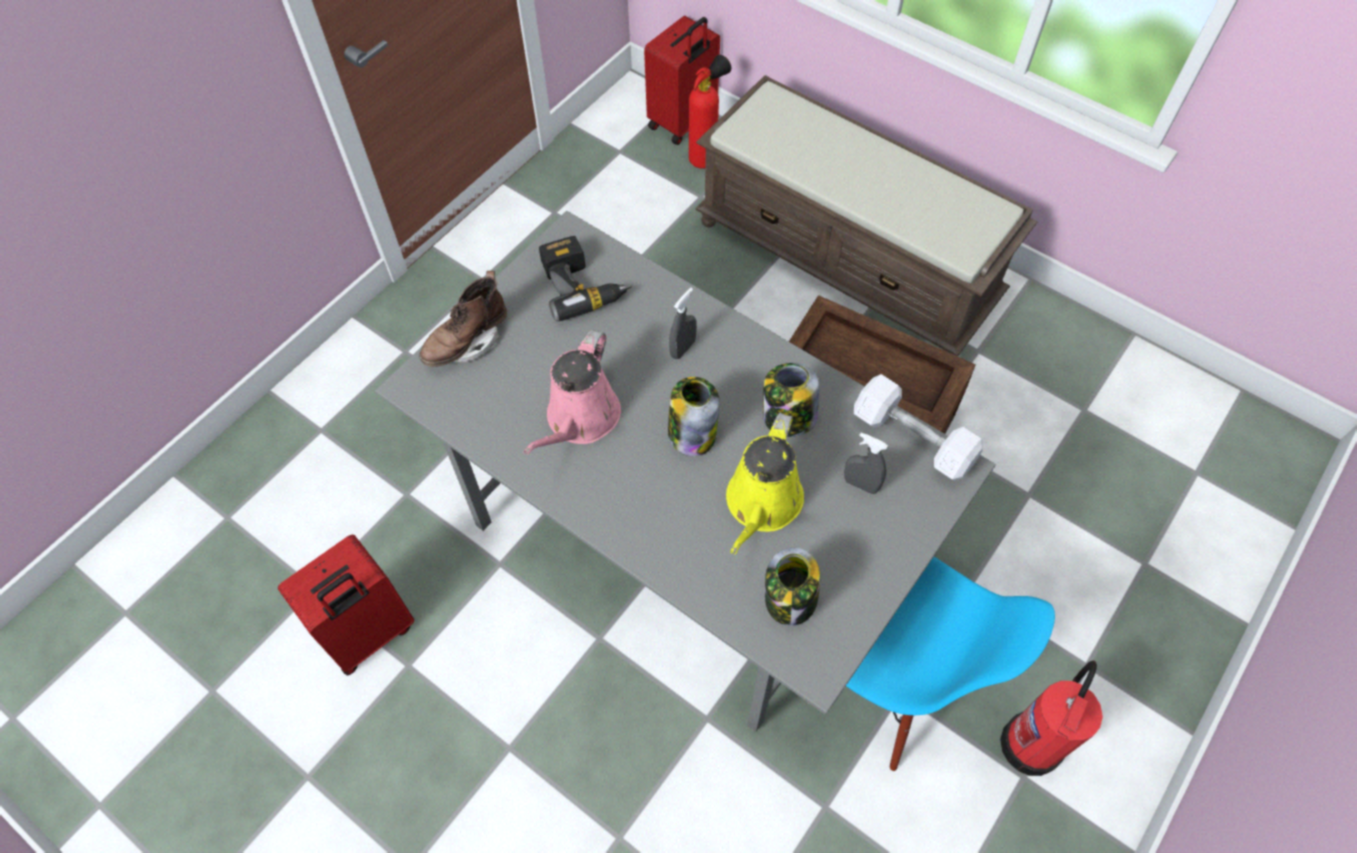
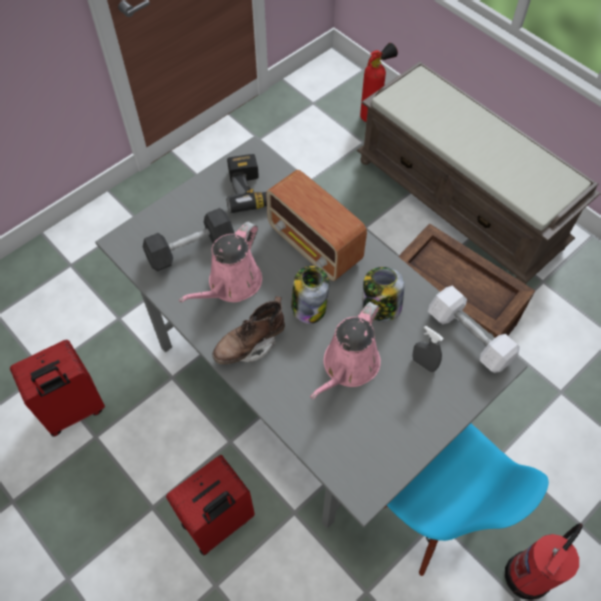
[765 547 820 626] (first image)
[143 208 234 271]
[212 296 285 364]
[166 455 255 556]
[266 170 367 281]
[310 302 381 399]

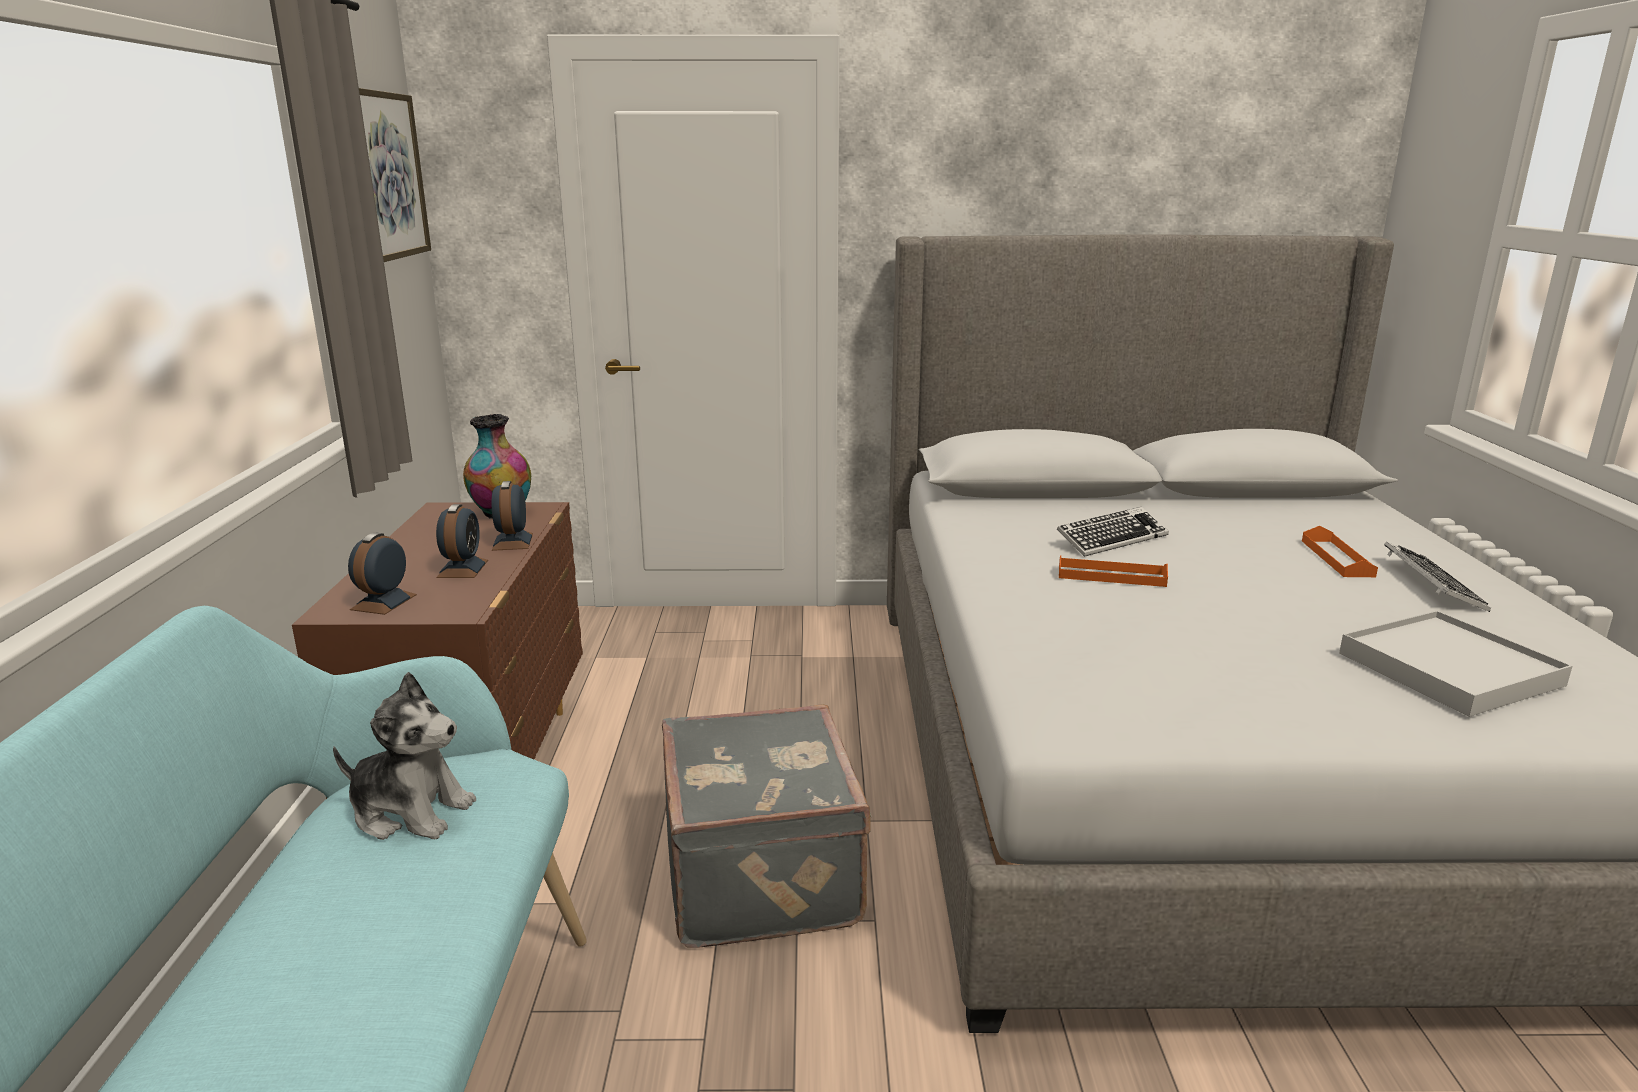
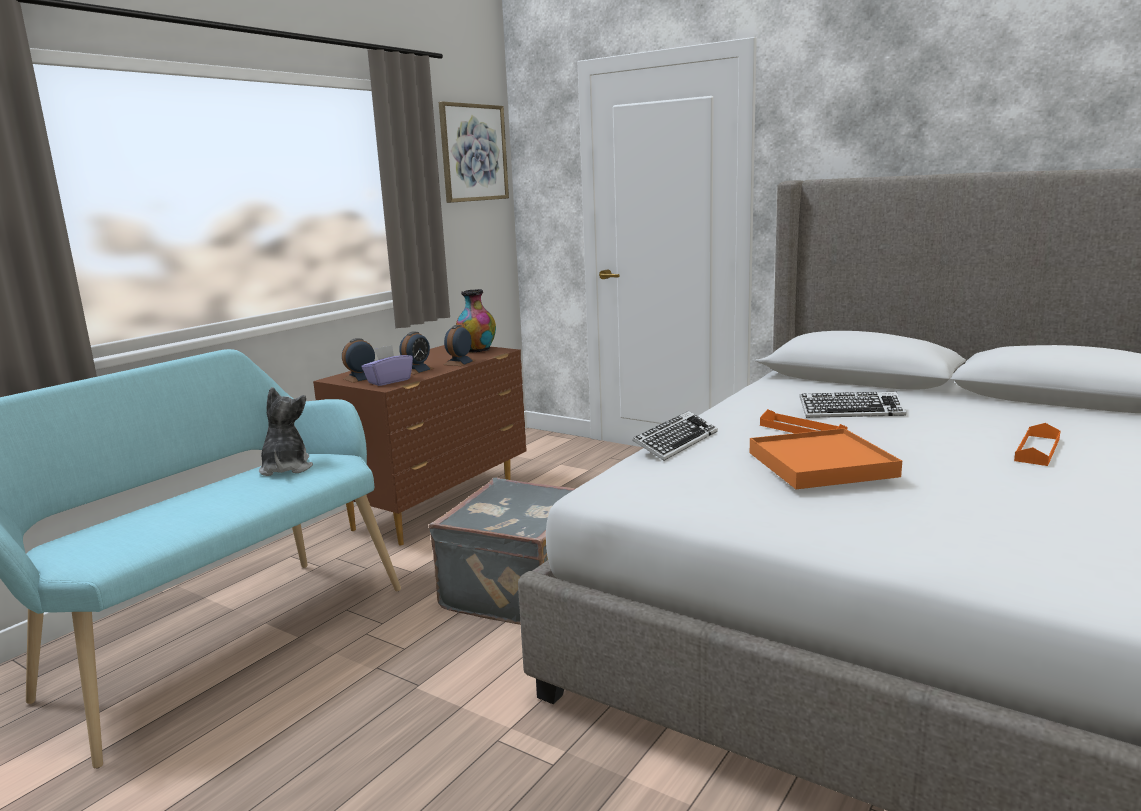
[1339 611 1573 717] (first image)
[361 345 413 386]
[750 428 902 489]
[632 411 718 461]
[259 387 313 476]

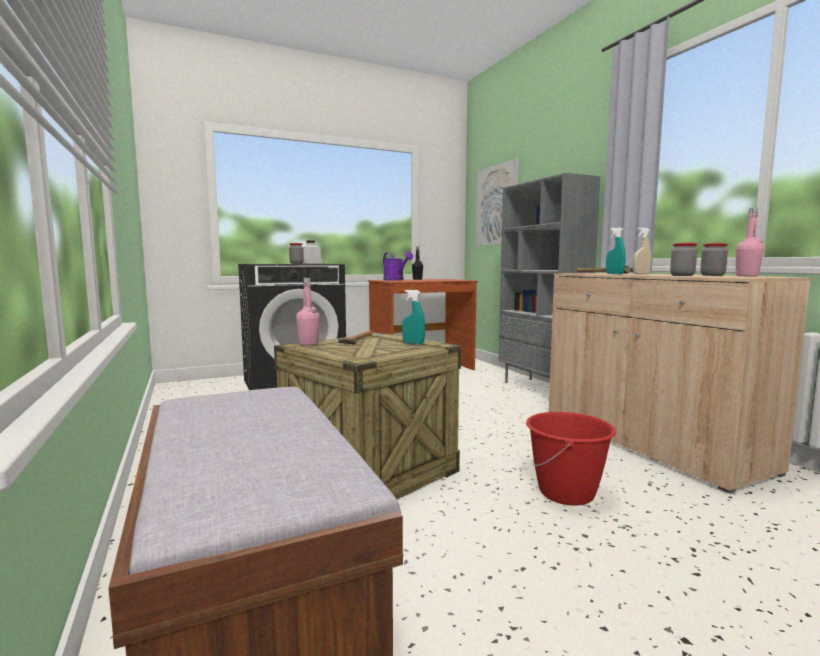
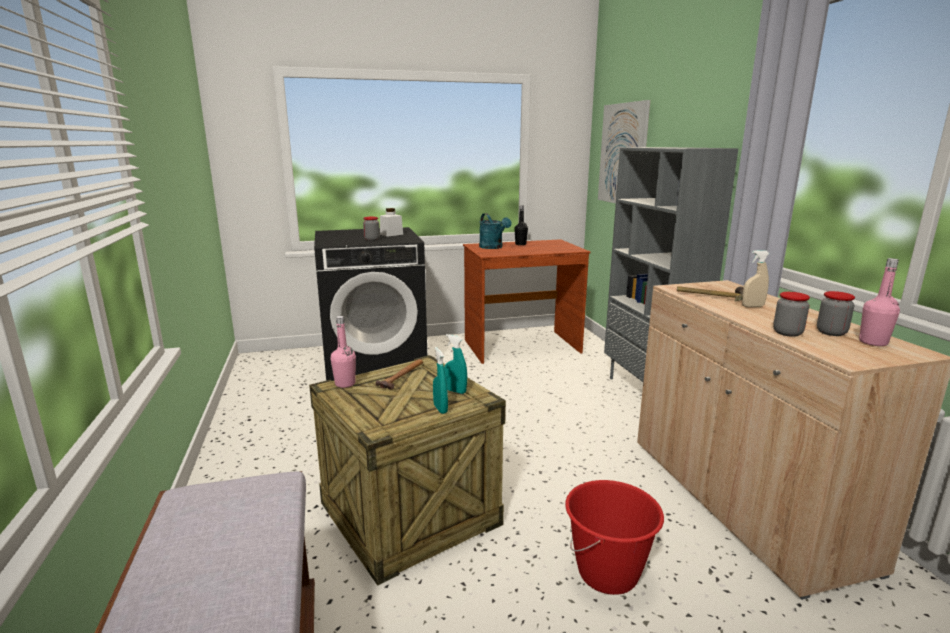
[433 347 448 414]
[479 213 511 249]

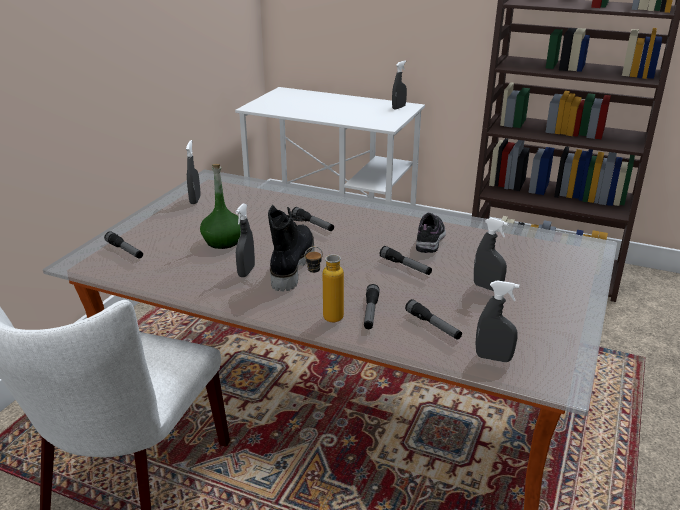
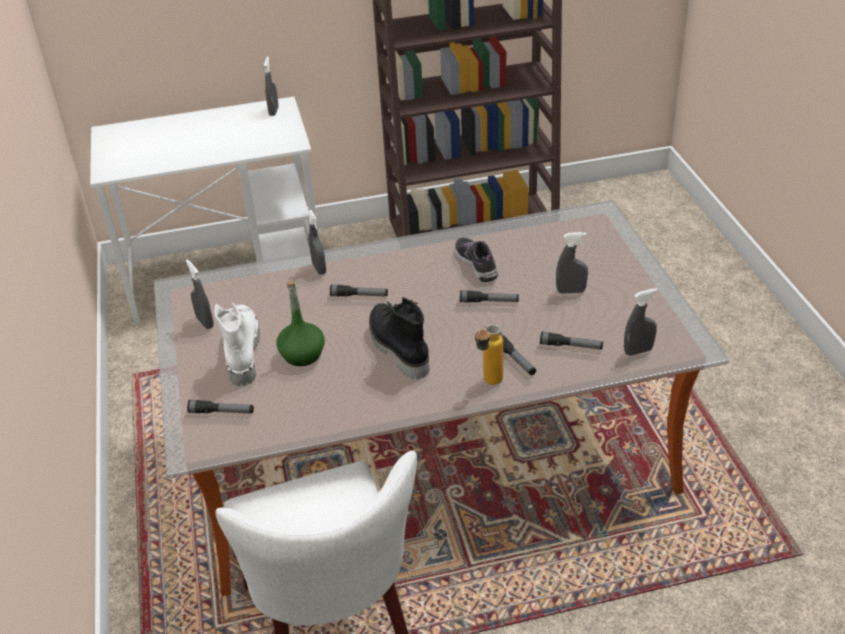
[214 303 260 386]
[308 210 326 275]

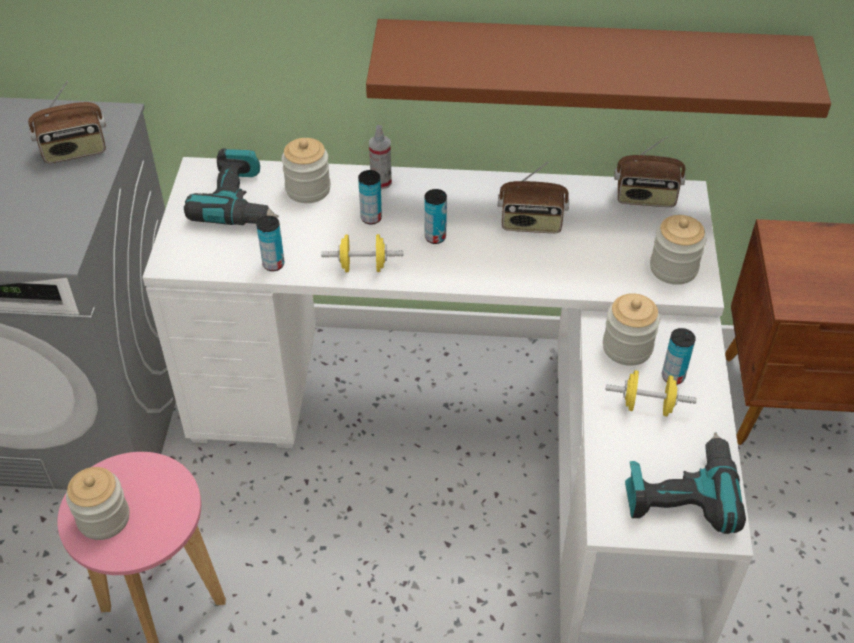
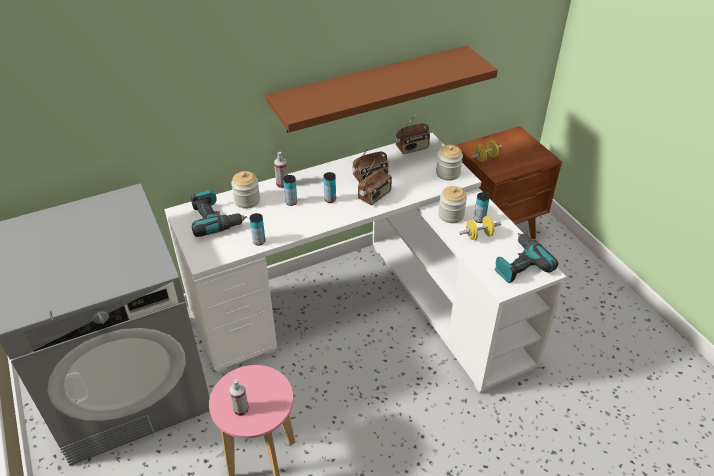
[358 160 392 205]
[471 140 502 162]
[229 379 249 416]

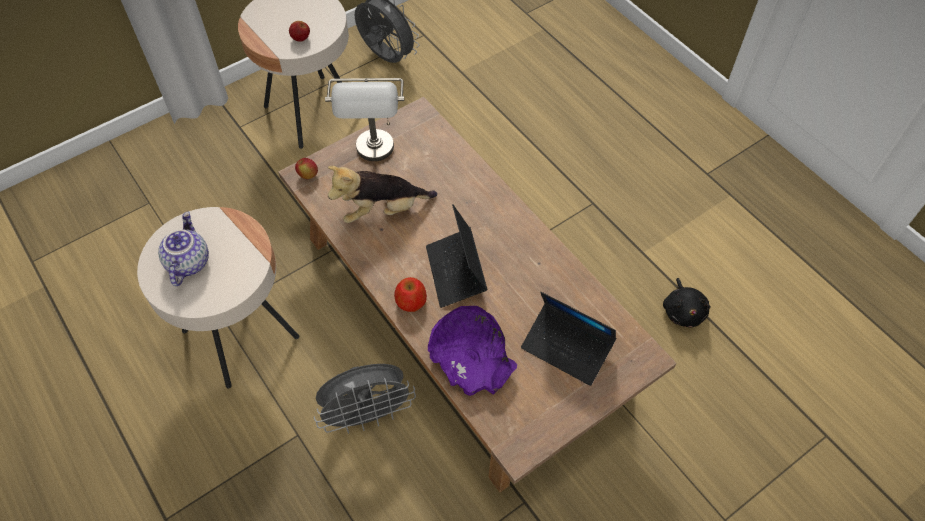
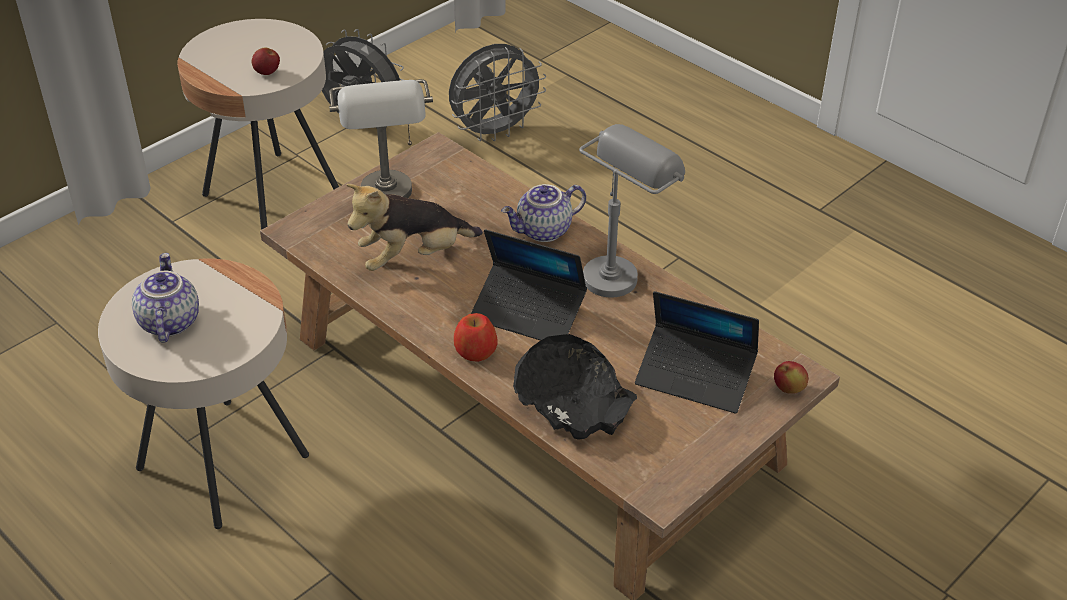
[663 278 711 327] (first image)
[501 184 586 242]
[579 124 685 298]
[774 361 808 394]
[449 44 546 141]
[513 334 637 440]
[471 229 587 341]

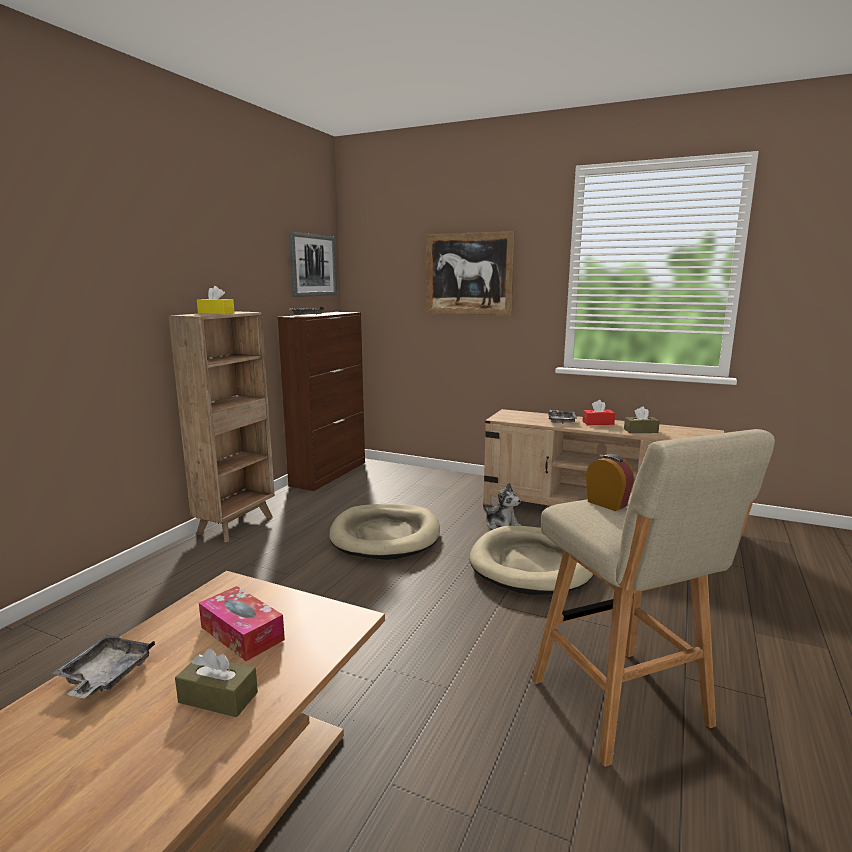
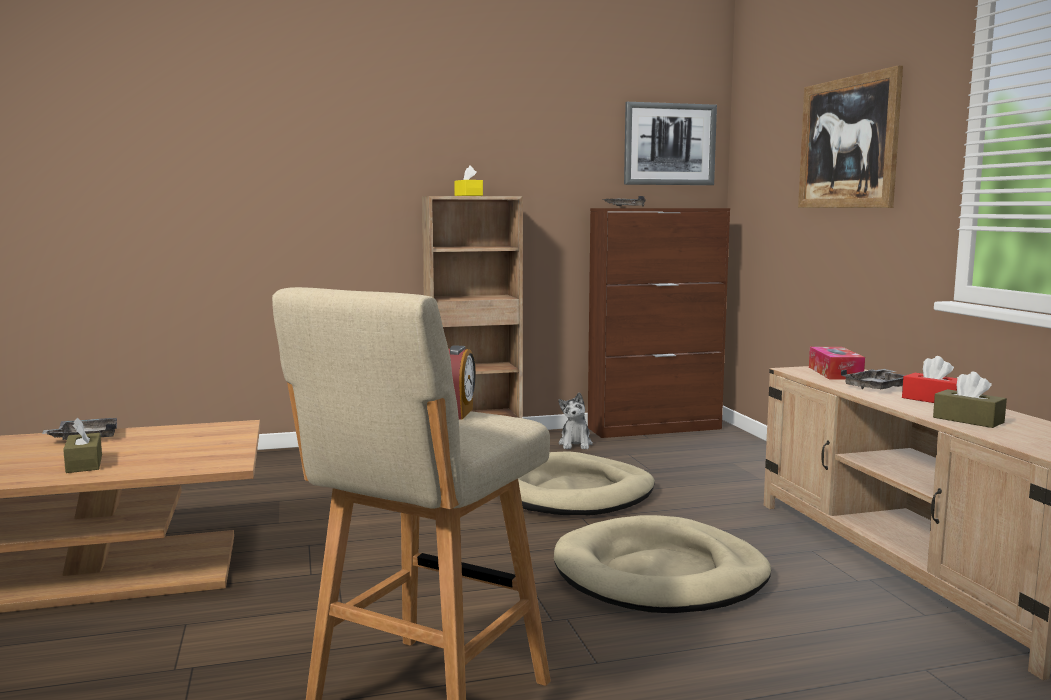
[809 347 865 379]
[558 392 593 449]

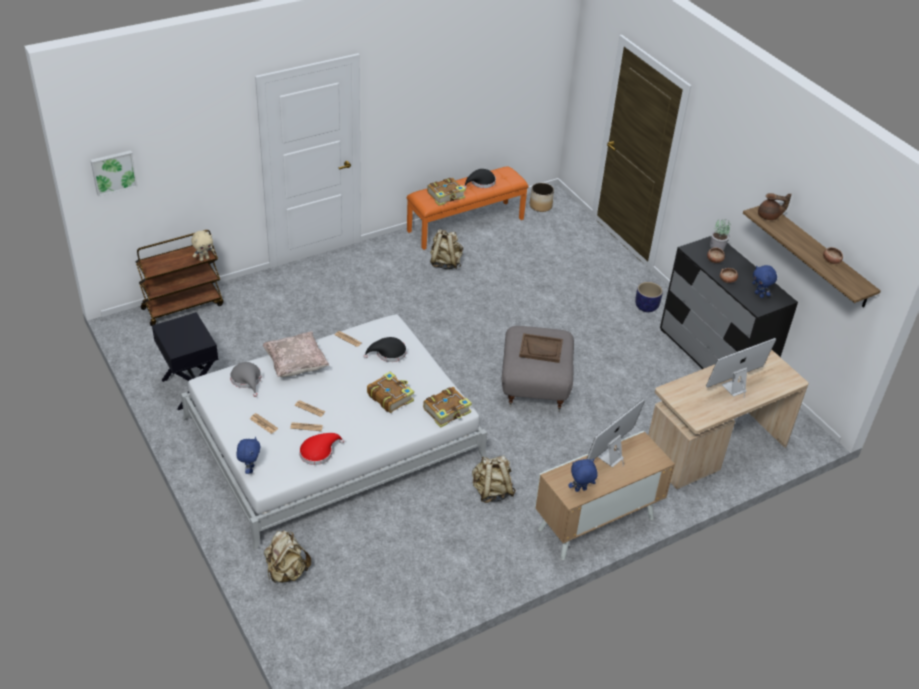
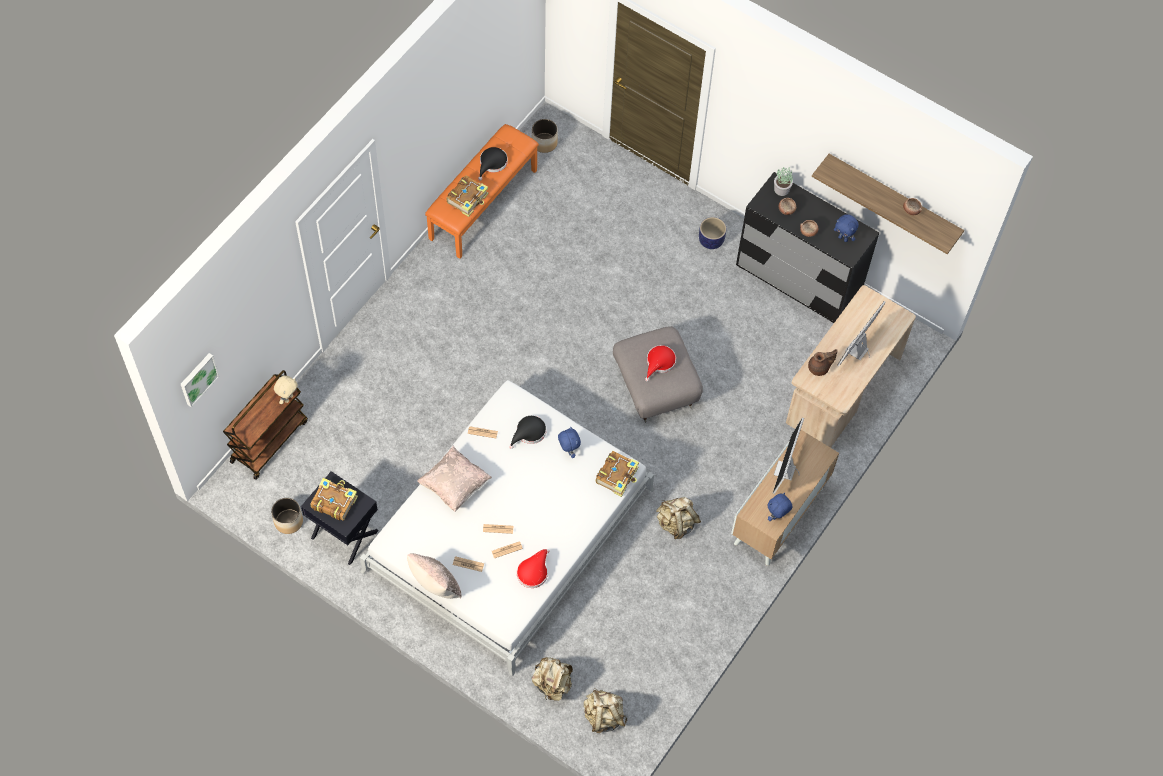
[230 362 261 397] (first image)
[271 498 303 534]
[407 553 462 599]
[558 426 581 458]
[310 478 358 521]
[584 690 627 733]
[808 349 838 376]
[645 345 676 381]

